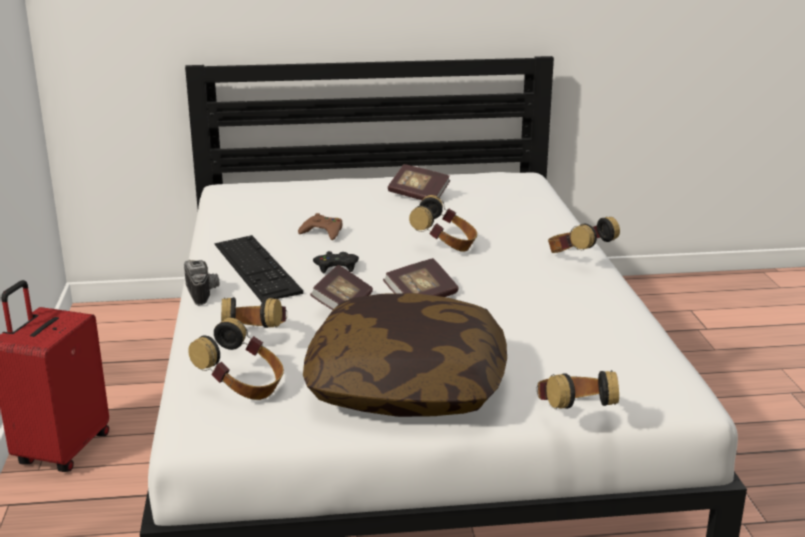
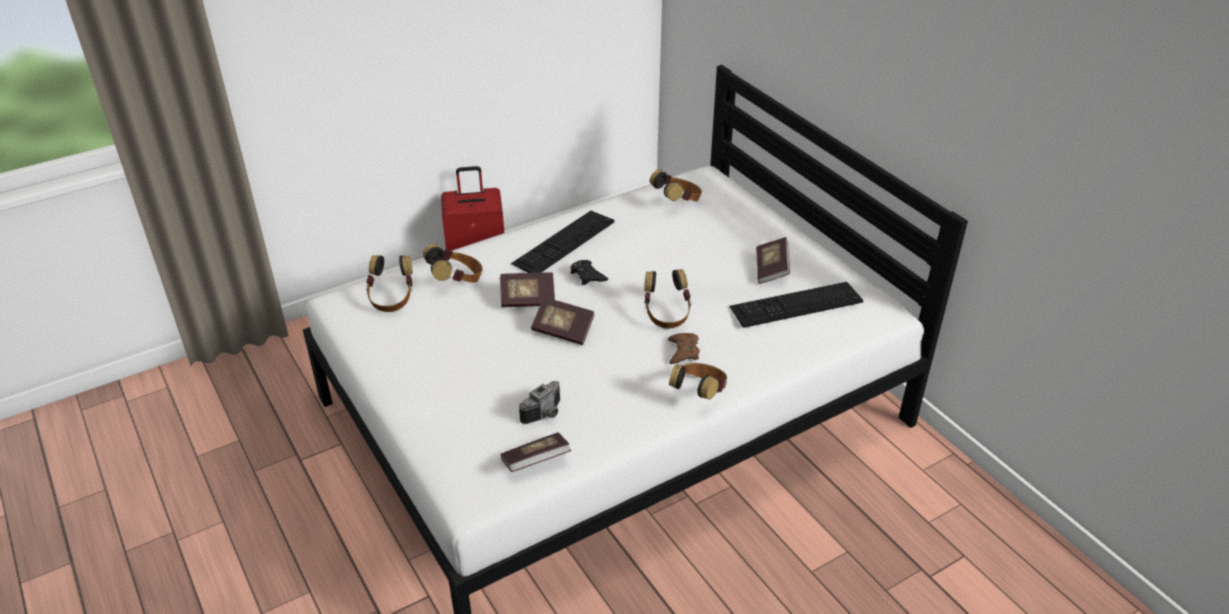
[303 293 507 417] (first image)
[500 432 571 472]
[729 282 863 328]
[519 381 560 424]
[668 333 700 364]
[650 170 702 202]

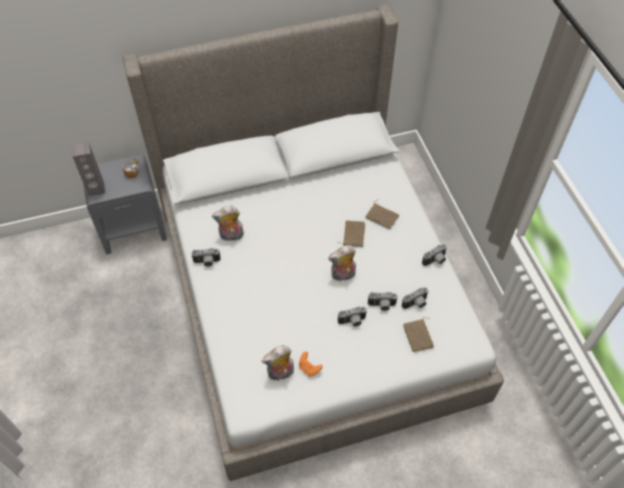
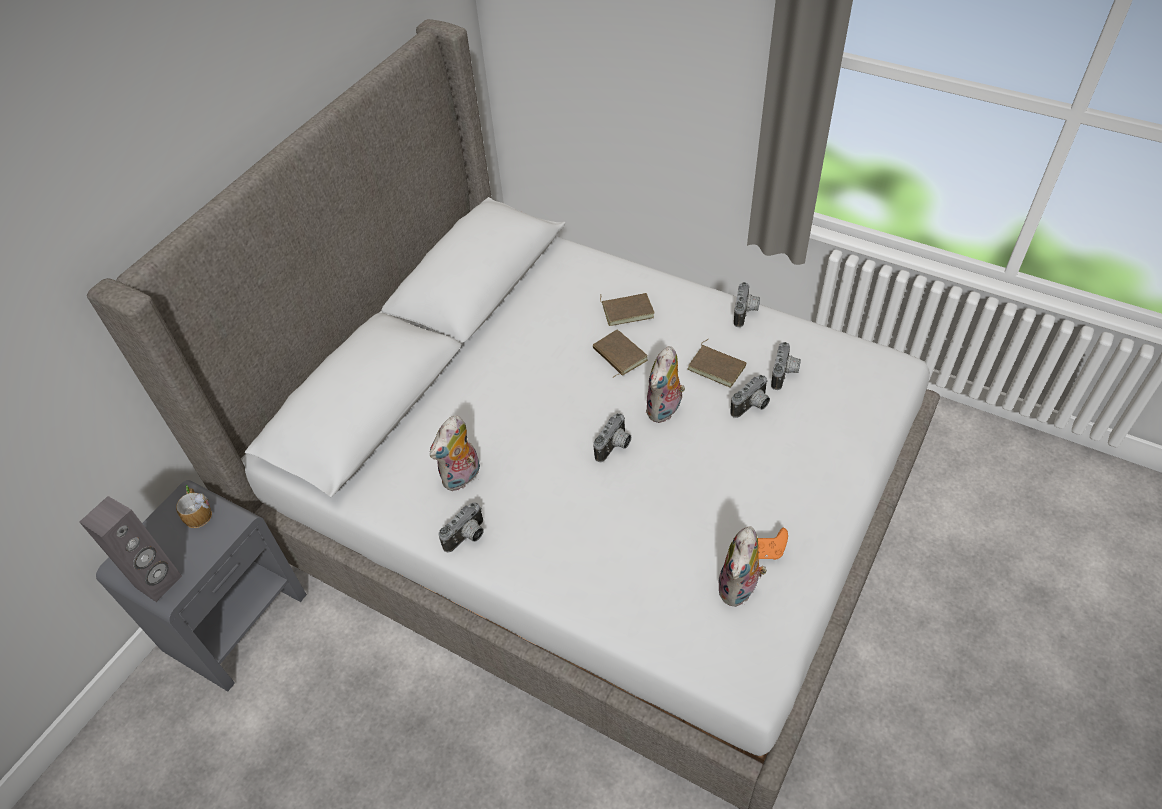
[593 413 631 462]
[687 339 747 388]

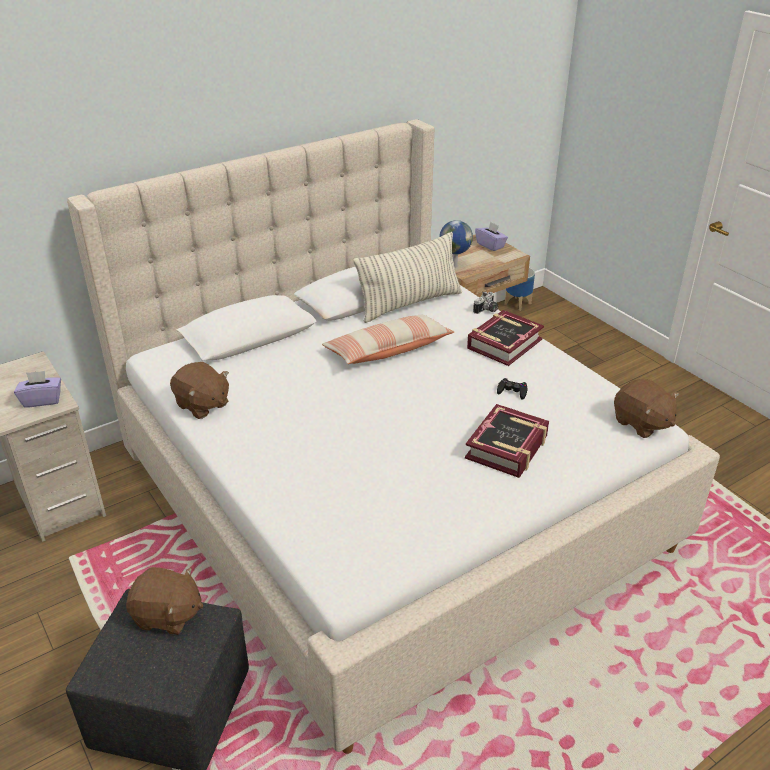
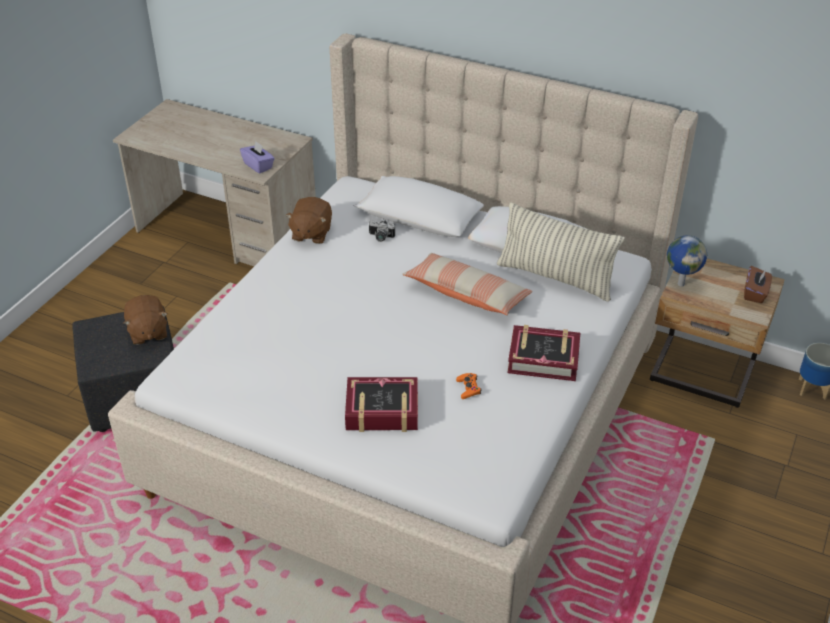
[614 379 679 438] (first image)
[369 219 395 242]
[744 266 772 303]
[456 373 481 399]

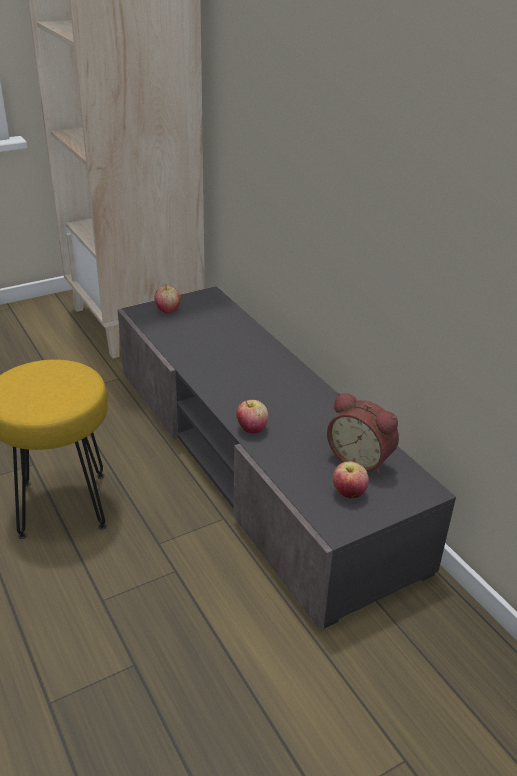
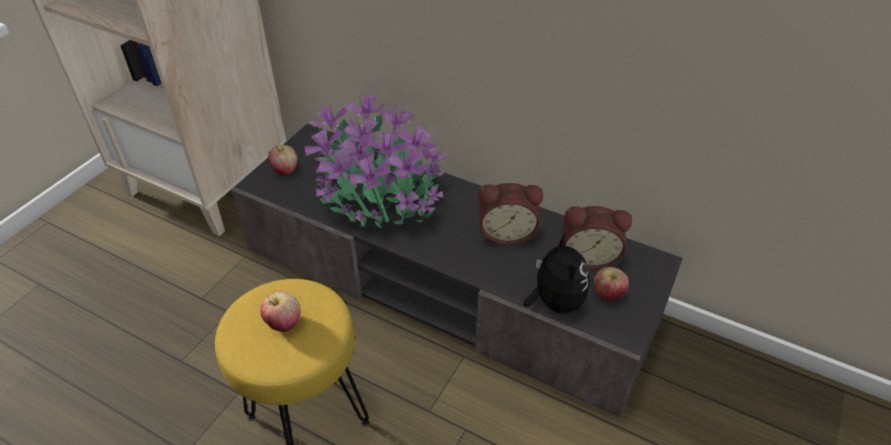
[304 92 447 228]
[478 183 543 245]
[523 233 590 314]
[260 291 301 332]

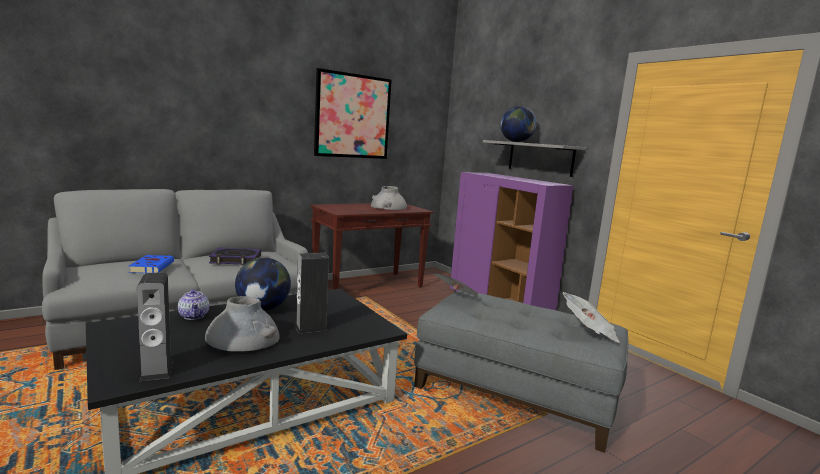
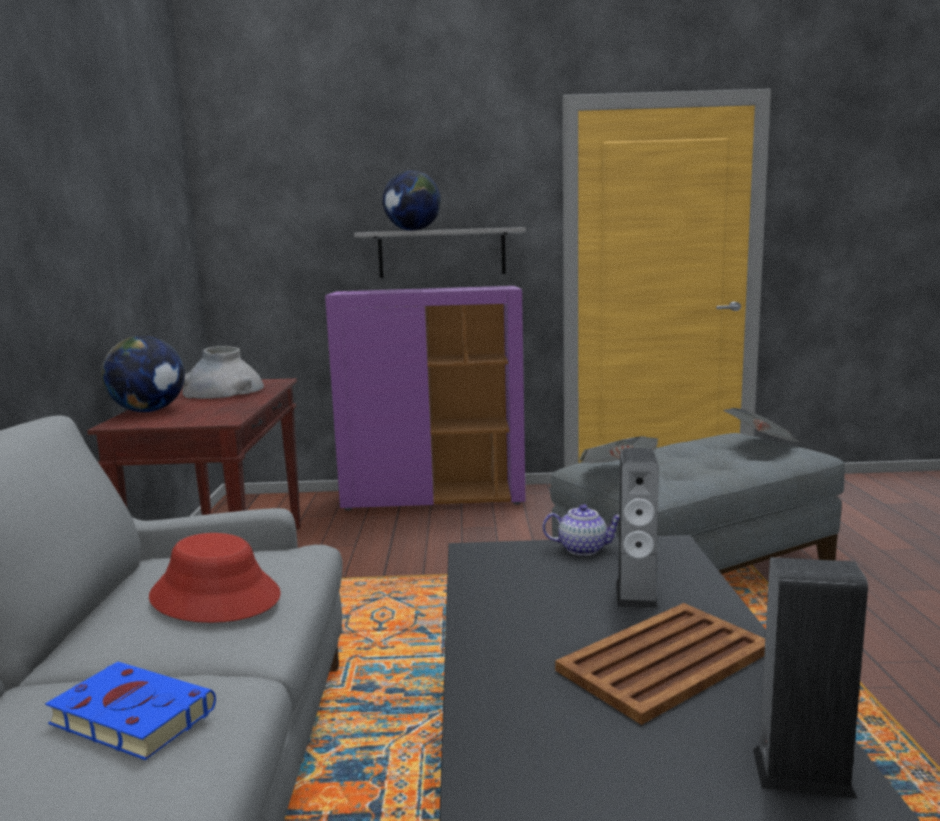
[314 68 392 159] (first image)
[542 504 619 556]
[102 336 185 412]
[555 603 765 725]
[149 533 281 623]

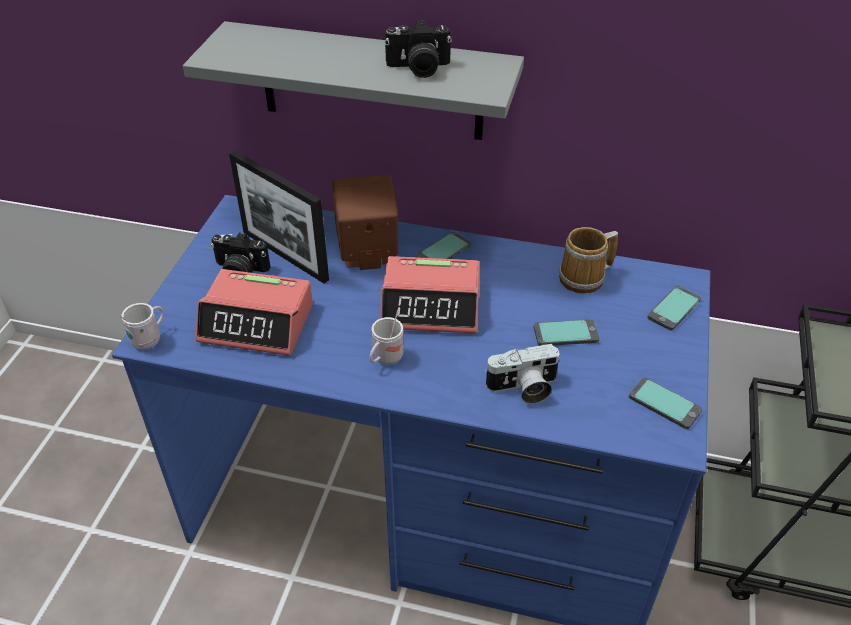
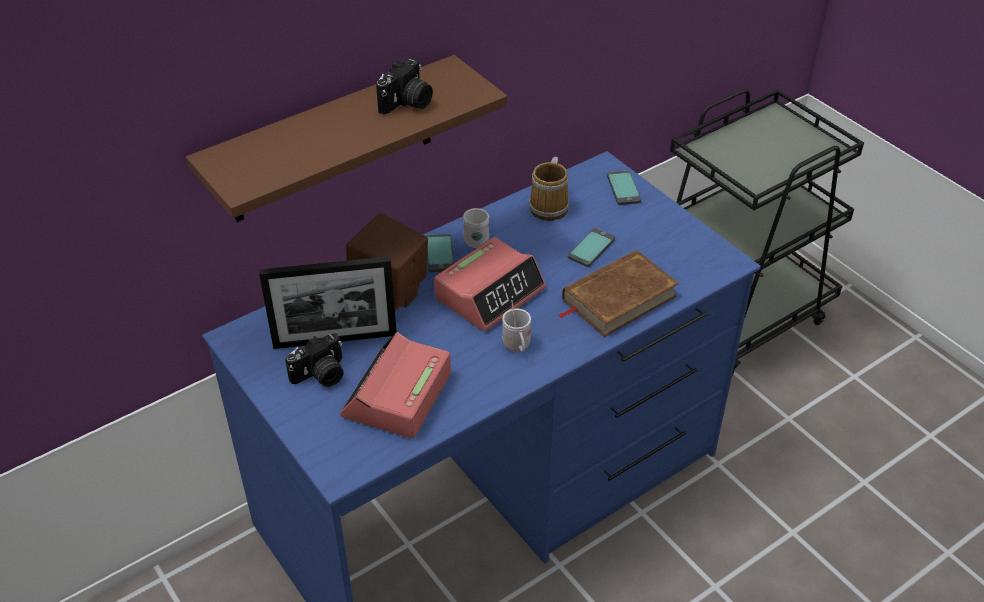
[629 377 702 429] (first image)
[463 208 489 248]
[558 250 679 337]
[186 55 507 222]
[340 332 451 438]

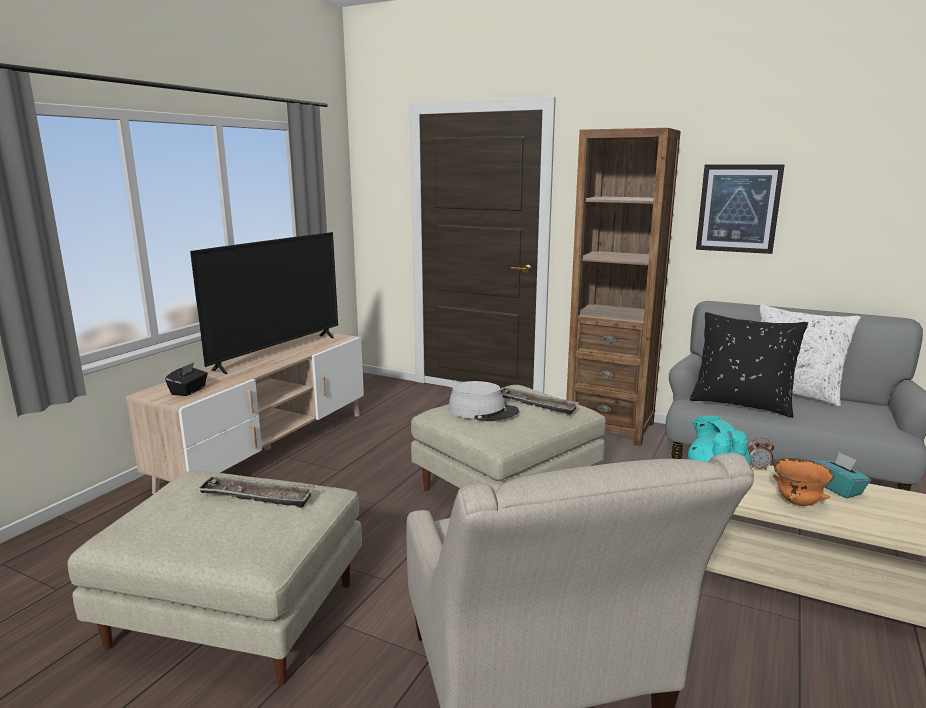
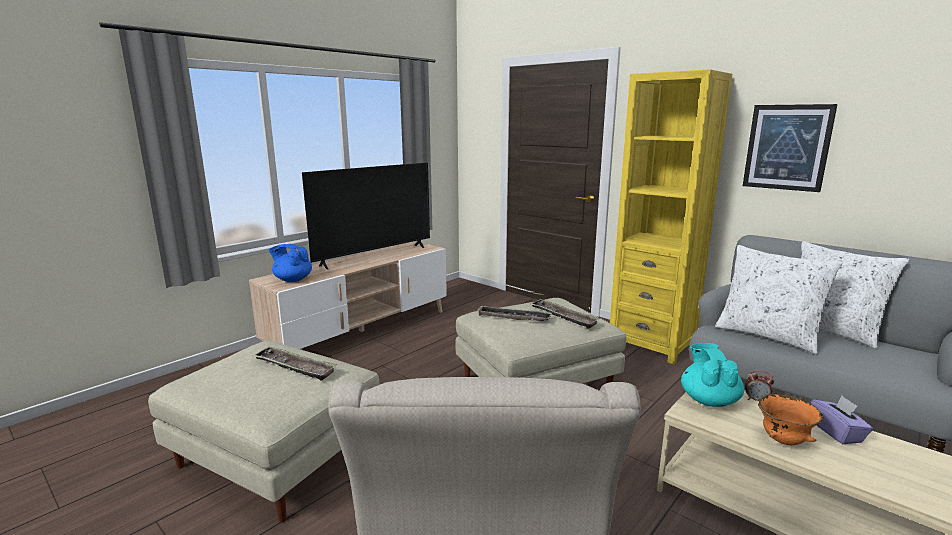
[269 244 312 282]
[476 306 552 322]
[610 69 732 364]
[715 245 843 354]
[811 395 873 444]

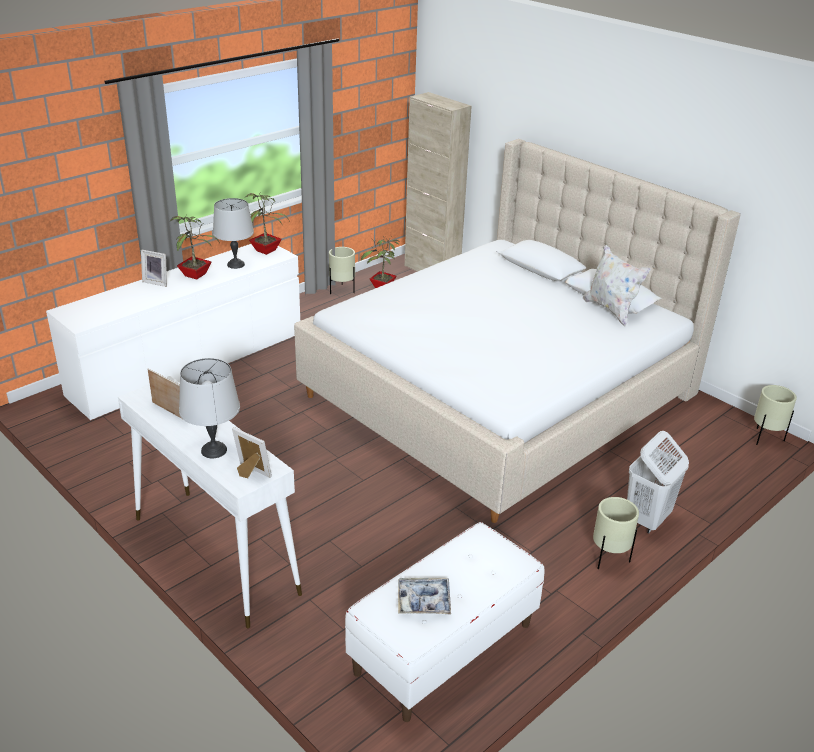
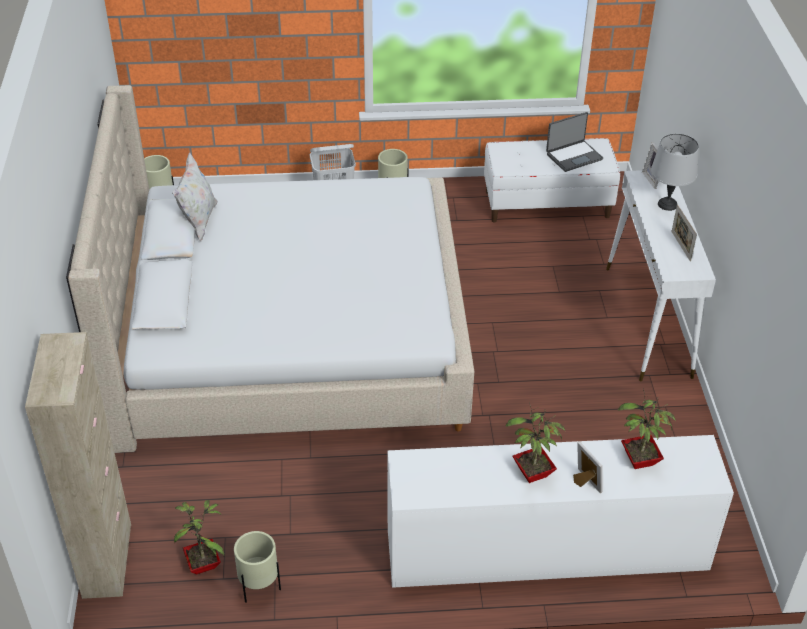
[213 198 254 269] (first image)
[617 389 676 469]
[546 112 603 172]

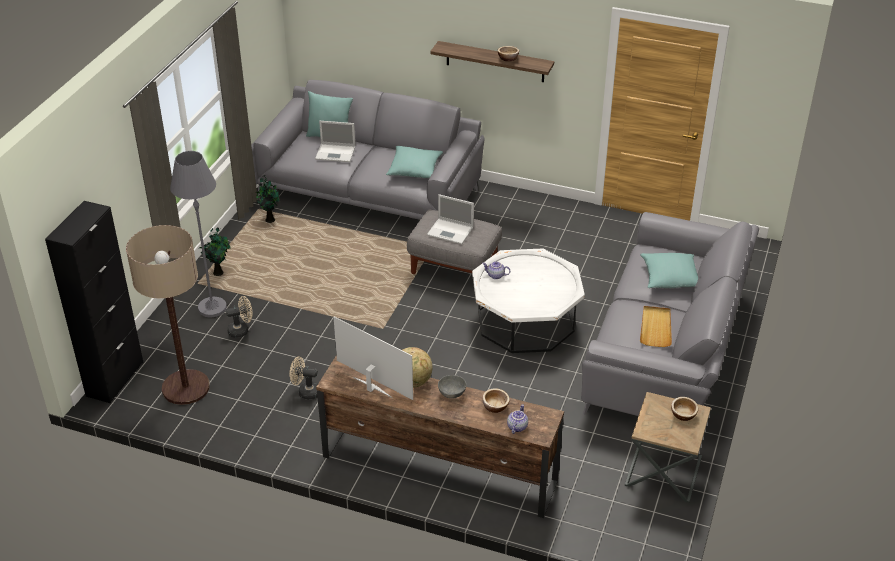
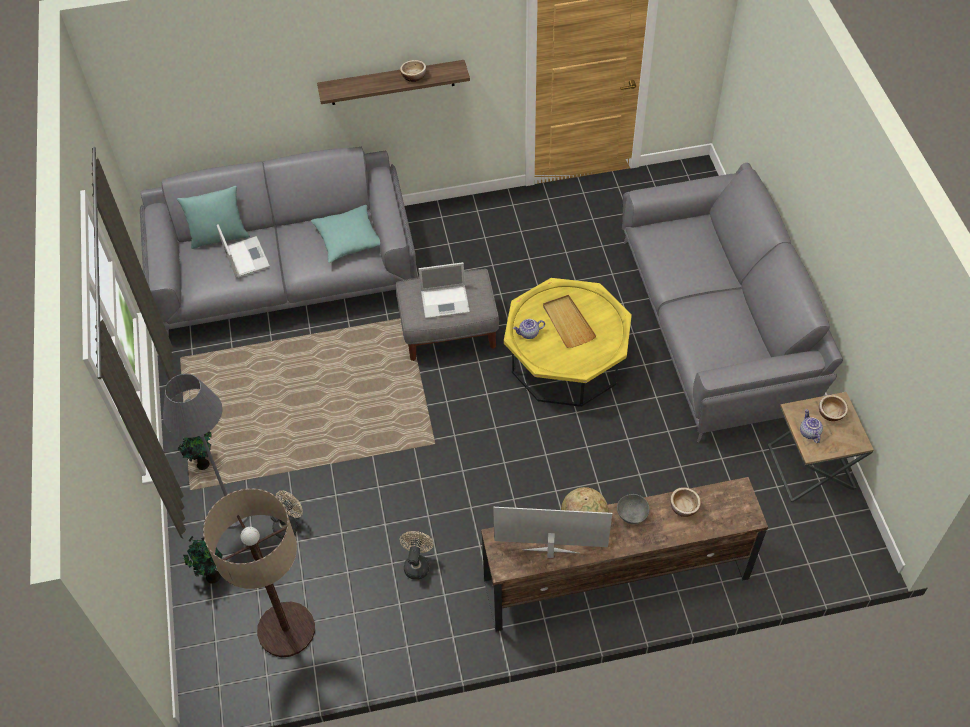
[45 201 144 403] (first image)
[640 253 698 288] (first image)
[183 536 223 584]
[800 409 823 443]
[543 295 596 348]
[504 278 632 407]
[400 531 434 580]
[217 224 270 278]

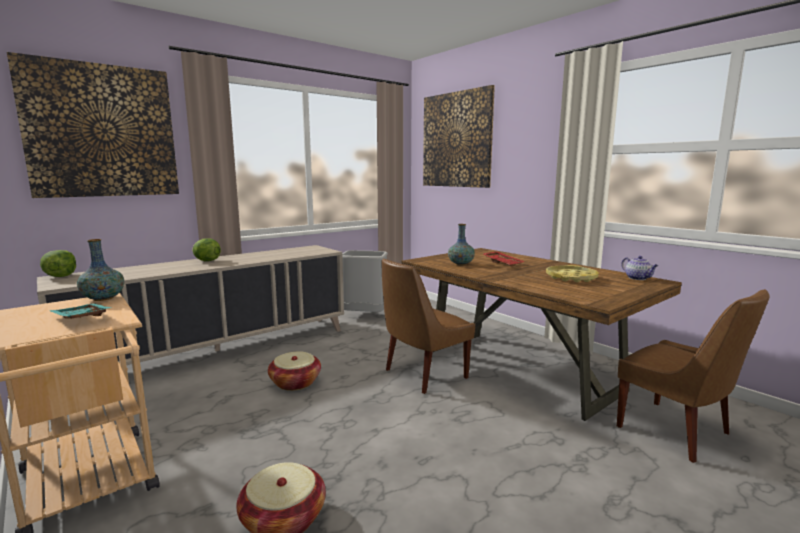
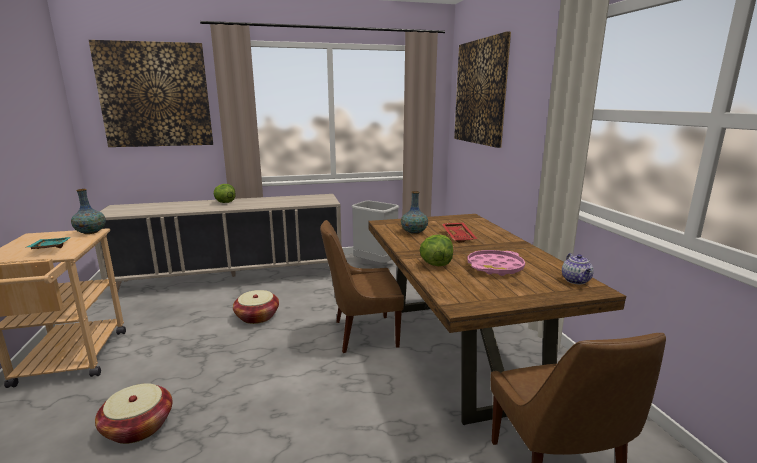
[420 234 453 266]
[467 250 525 276]

